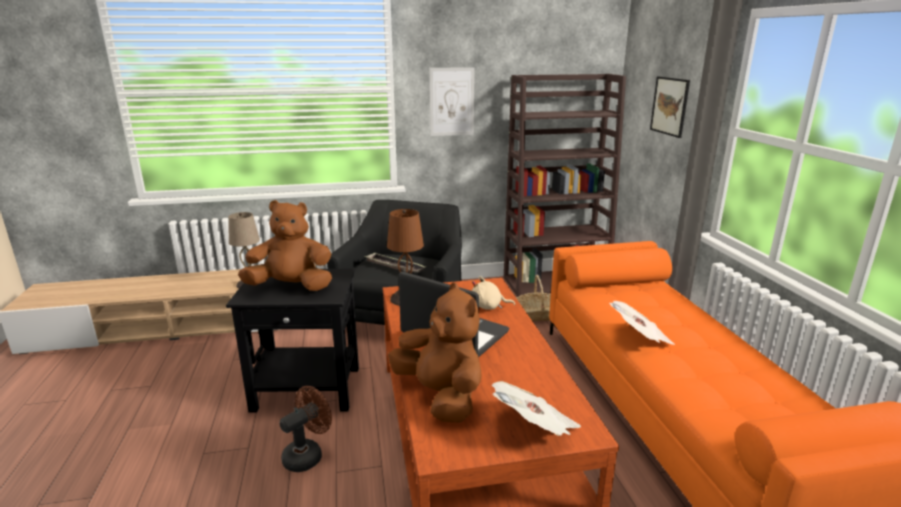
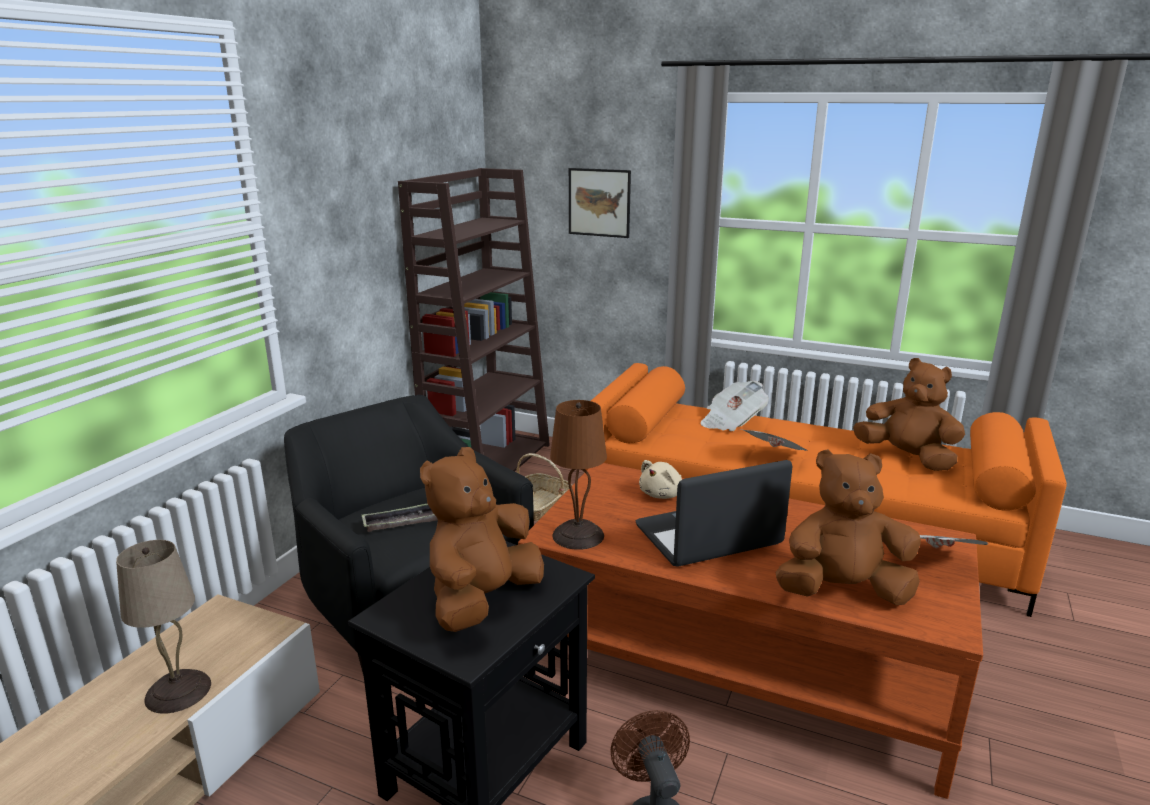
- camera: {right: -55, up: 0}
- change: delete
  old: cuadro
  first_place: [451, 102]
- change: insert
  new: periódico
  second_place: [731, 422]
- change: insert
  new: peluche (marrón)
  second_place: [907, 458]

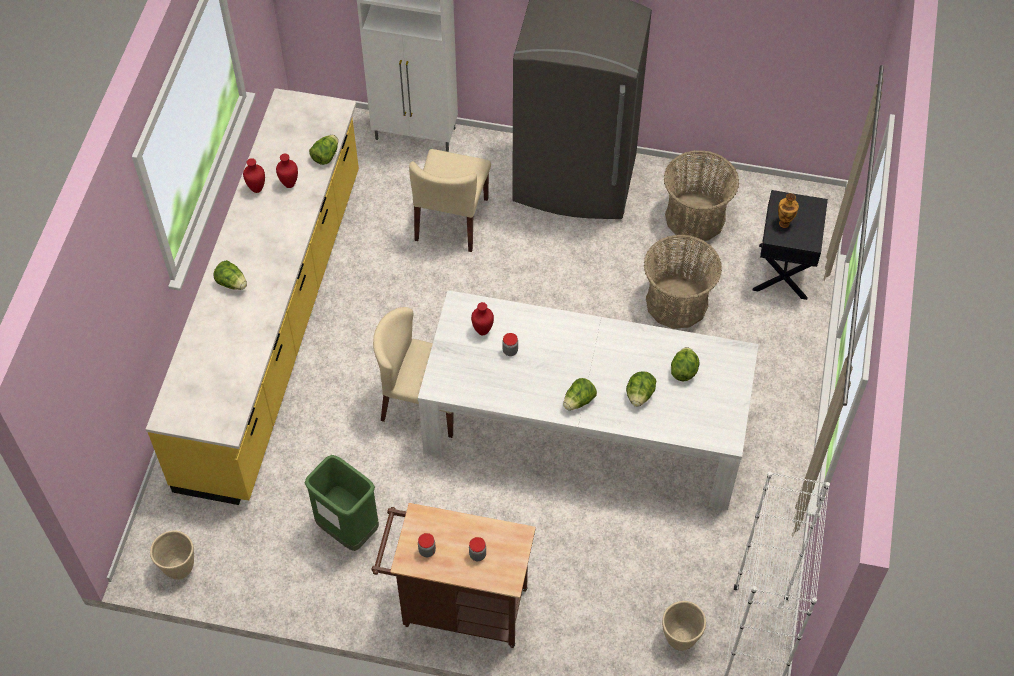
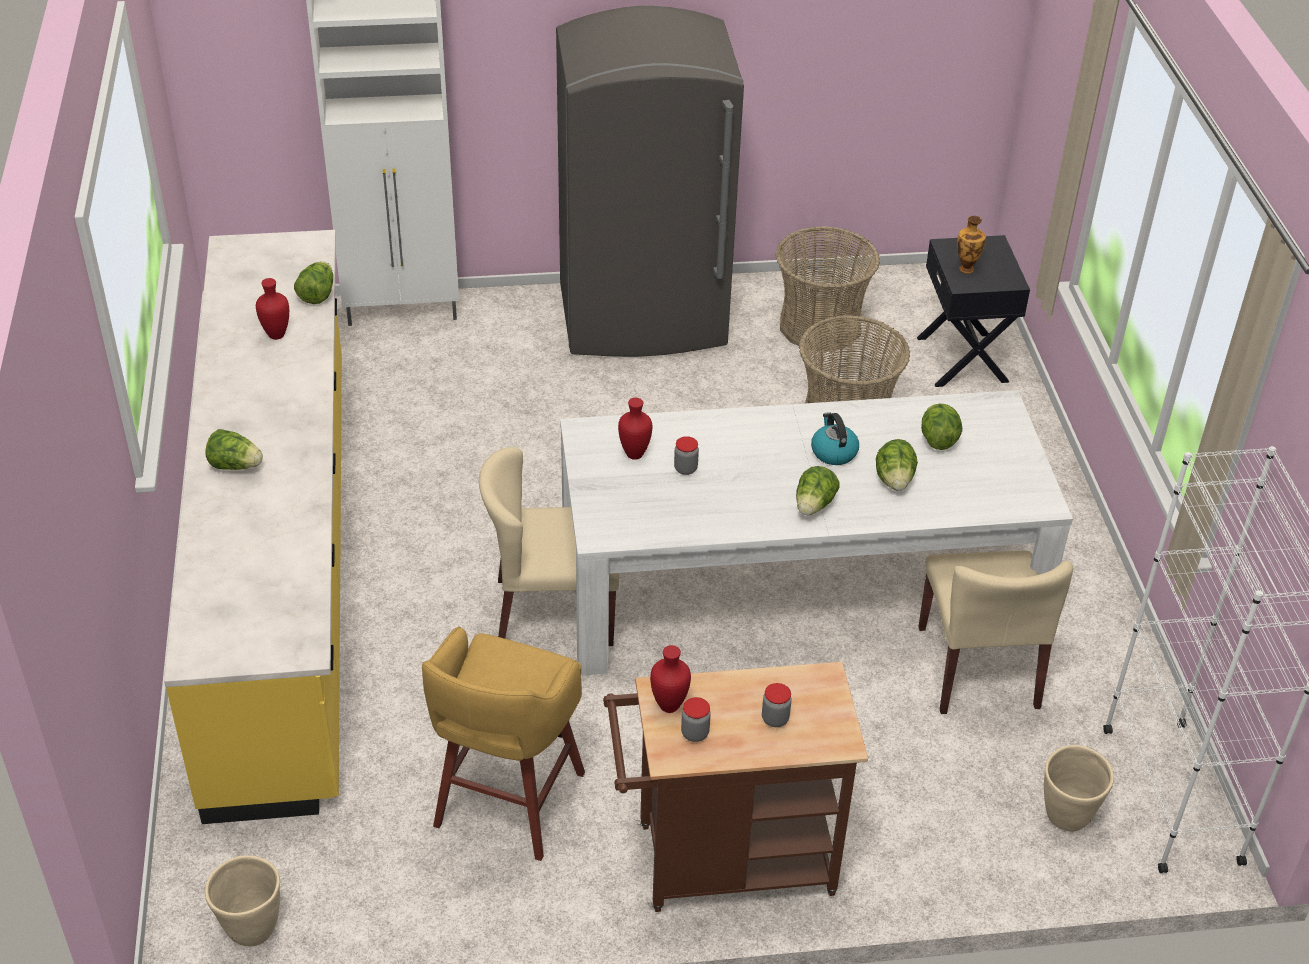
- camera: {right: -20, up: -15}
- change: move
  old: florero (rojo)
  first_place: [256, 189]
  second_place: [667, 706]
- change: replace
  old: papelera (verde)
  new: taburete (amarillo)
  first_place: [347, 529]
  second_place: [507, 803]
- change: move
  old: silla (beis)
  first_place: [451, 220]
  second_place: [978, 668]
- change: insert
  new: hervidor
  second_place: [833, 452]

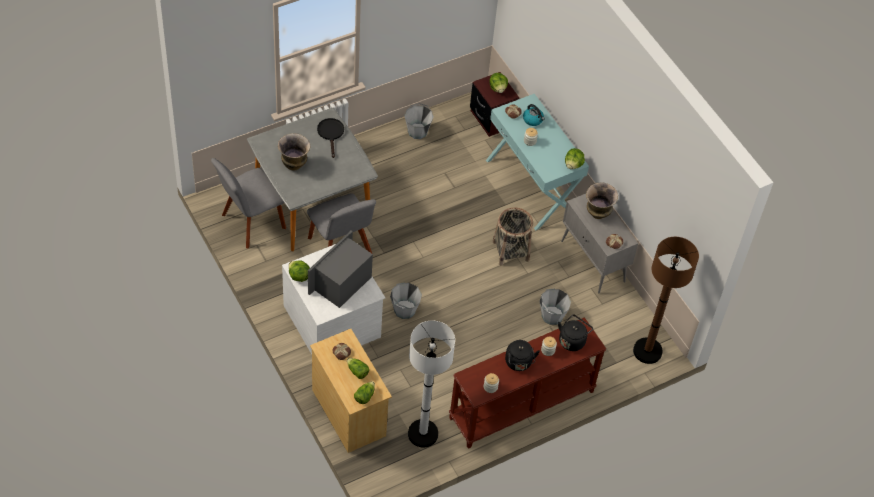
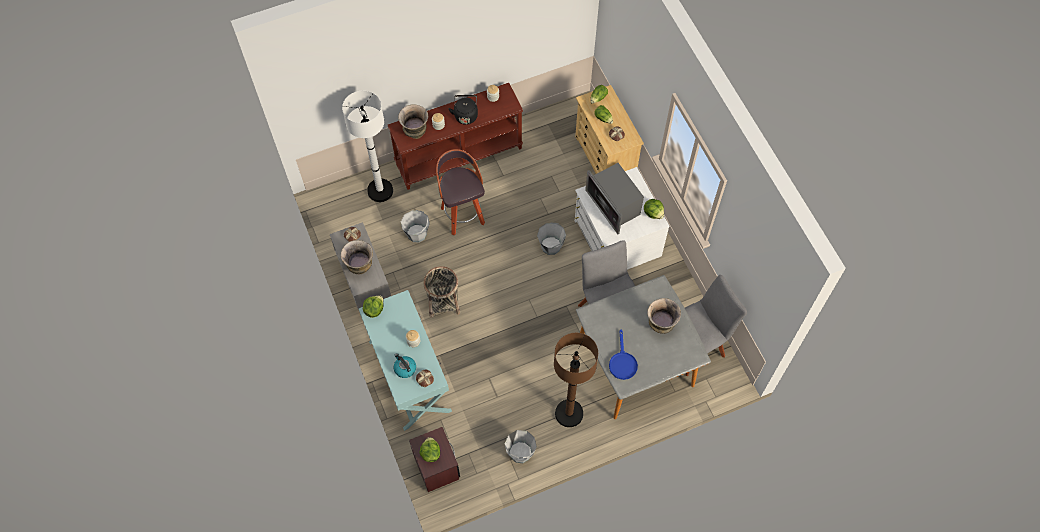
- camera: {right: -170, up: 10}
- change: rotate
  old: microondas
  first_place: [342, 283]
  second_place: [614, 205]
  degrees: 105
- change: recolor
  old: sartén (negro)
  new: sartén (azul)
  first_place: [331, 134]
  second_place: [622, 362]
- change: move
  old: lámpara de pie (blanco)
  first_place: [423, 434]
  second_place: [380, 191]
- change: replace
  old: hervidor (negro)
  new: florero
  first_place: [572, 340]
  second_place: [415, 132]
- change: move
  old: lámpara de pie (marrón)
  first_place: [647, 351]
  second_place: [569, 413]
- change: insert
  new: taburete
  second_place: [462, 215]

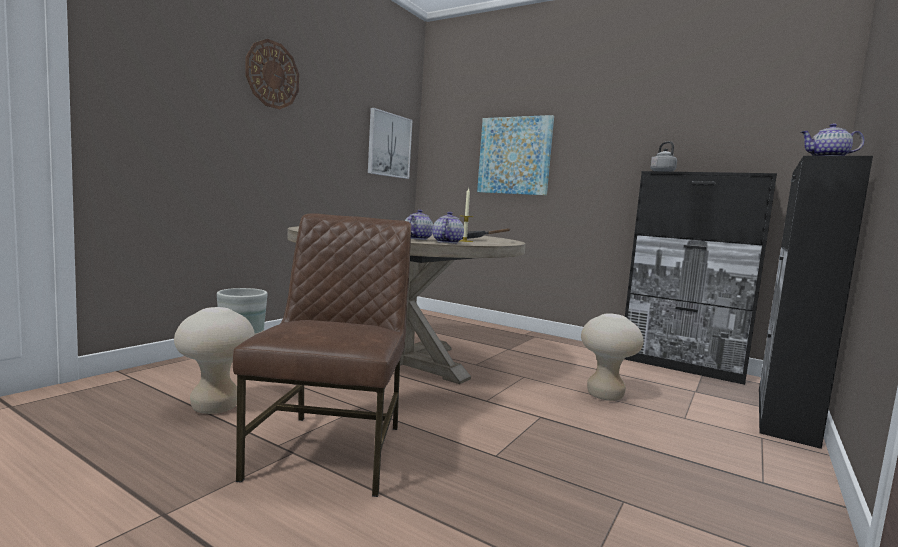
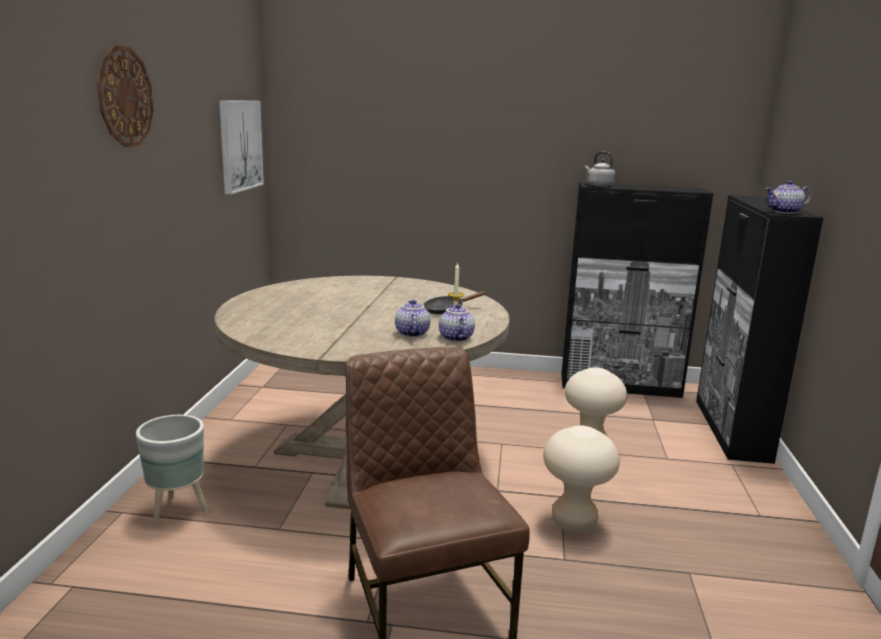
- camera: {right: -25, up: 10}
- change: move
  old: taburete (beis)
  first_place: [215, 407]
  second_place: [574, 523]
- change: delete
  old: cuadro
  first_place: [514, 156]

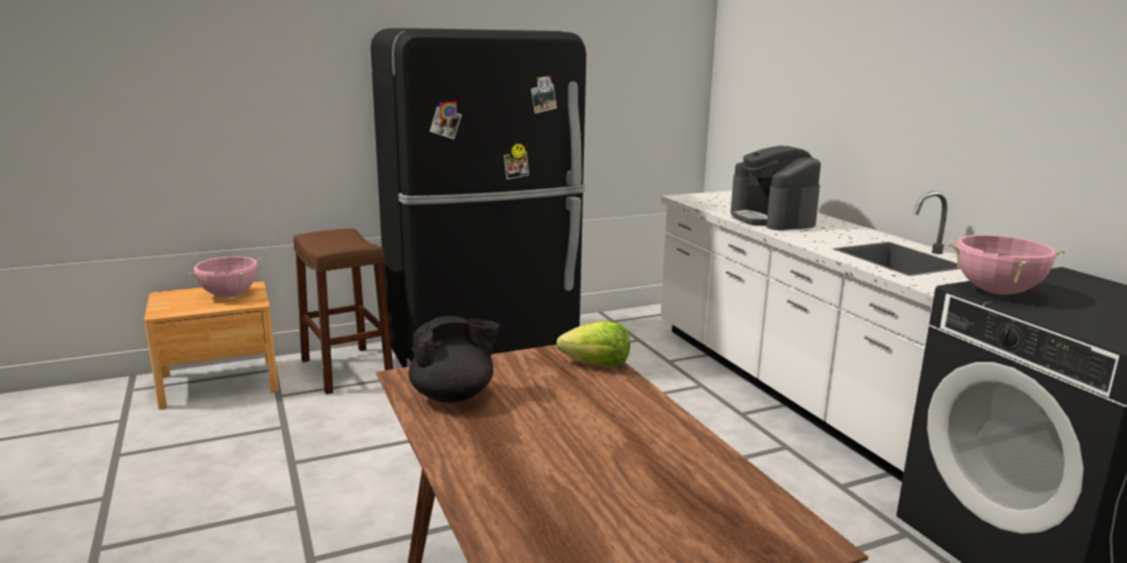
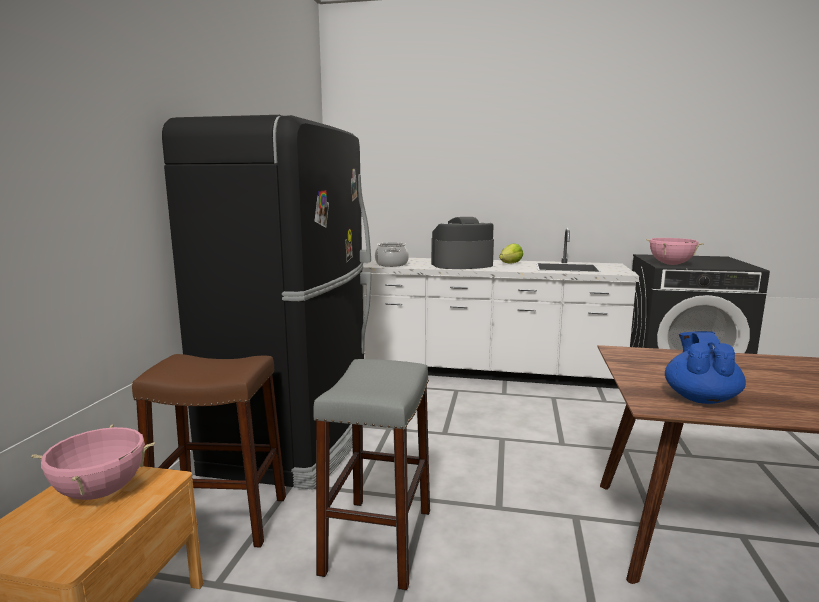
- camera: {right: -55, up: -5}
- change: recolor
  old: tetera (negro)
  new: tetera (azul)
  first_place: [454, 396]
  second_place: [700, 398]
- change: move
  old: lechuga
  first_place: [597, 364]
  second_place: [510, 263]
- change: rotate
  old: cafetera
  first_place: [772, 219]
  second_place: [461, 265]
  degrees: 150
- change: insert
  new: taburete (gris)
  second_place: [378, 541]
- change: insert
  new: olla
  second_place: [391, 264]

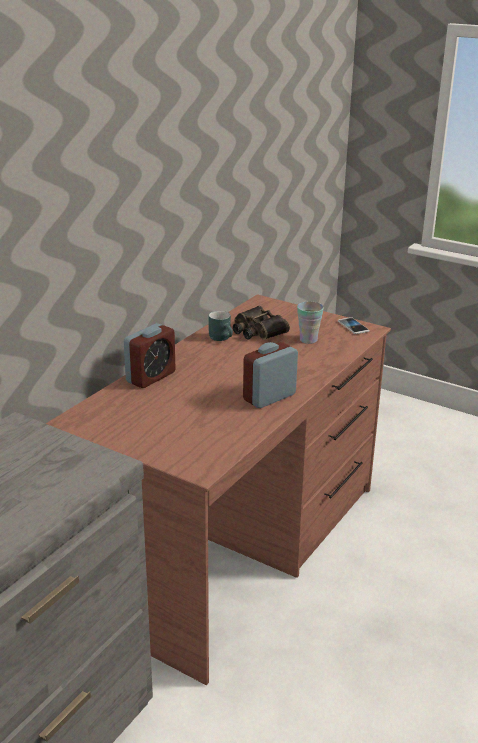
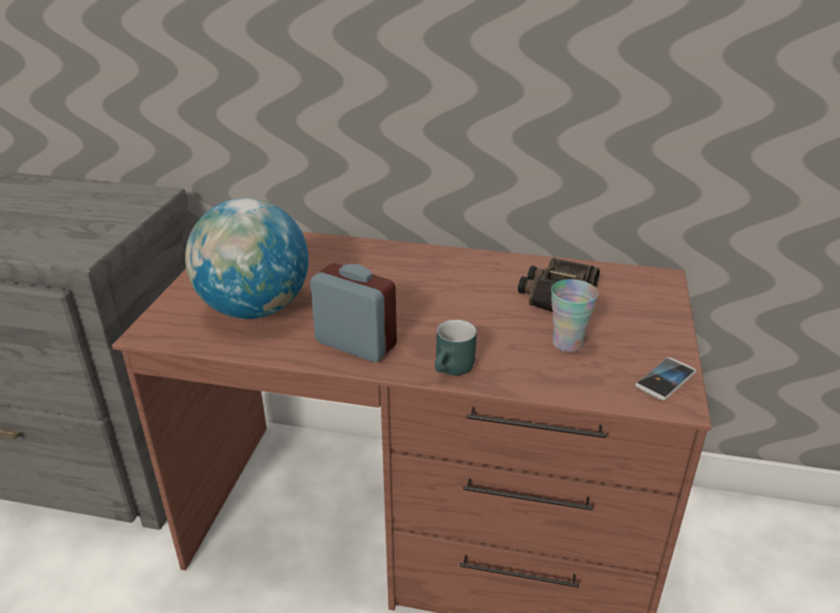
- camera: {right: 70, up: 5}
- change: delete
  old: despertador
  first_place: [151, 377]
- change: move
  old: taza grande (turquesa)
  first_place: [222, 338]
  second_place: [454, 370]
- change: insert
  new: globo terráqueo
  second_place: [255, 309]

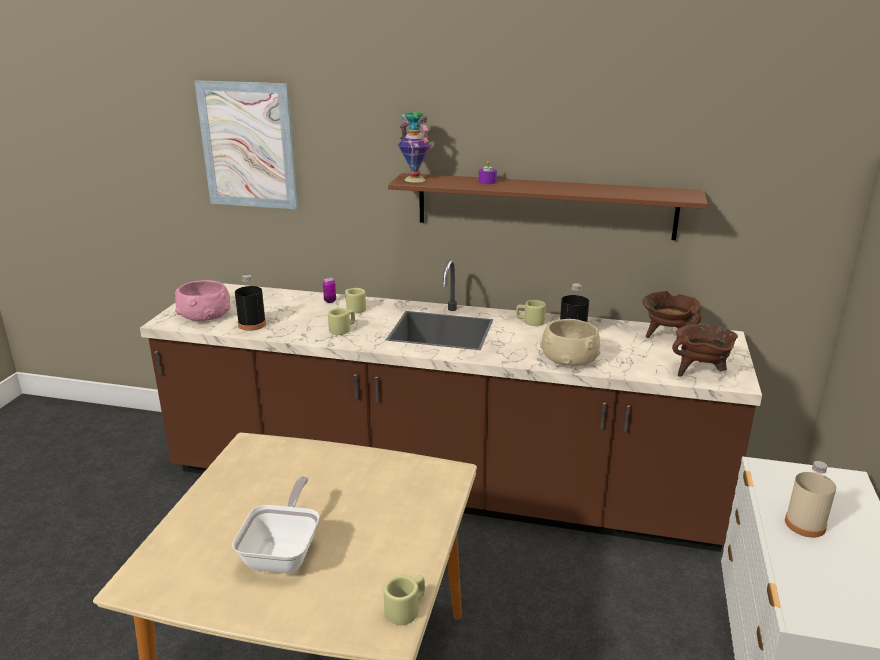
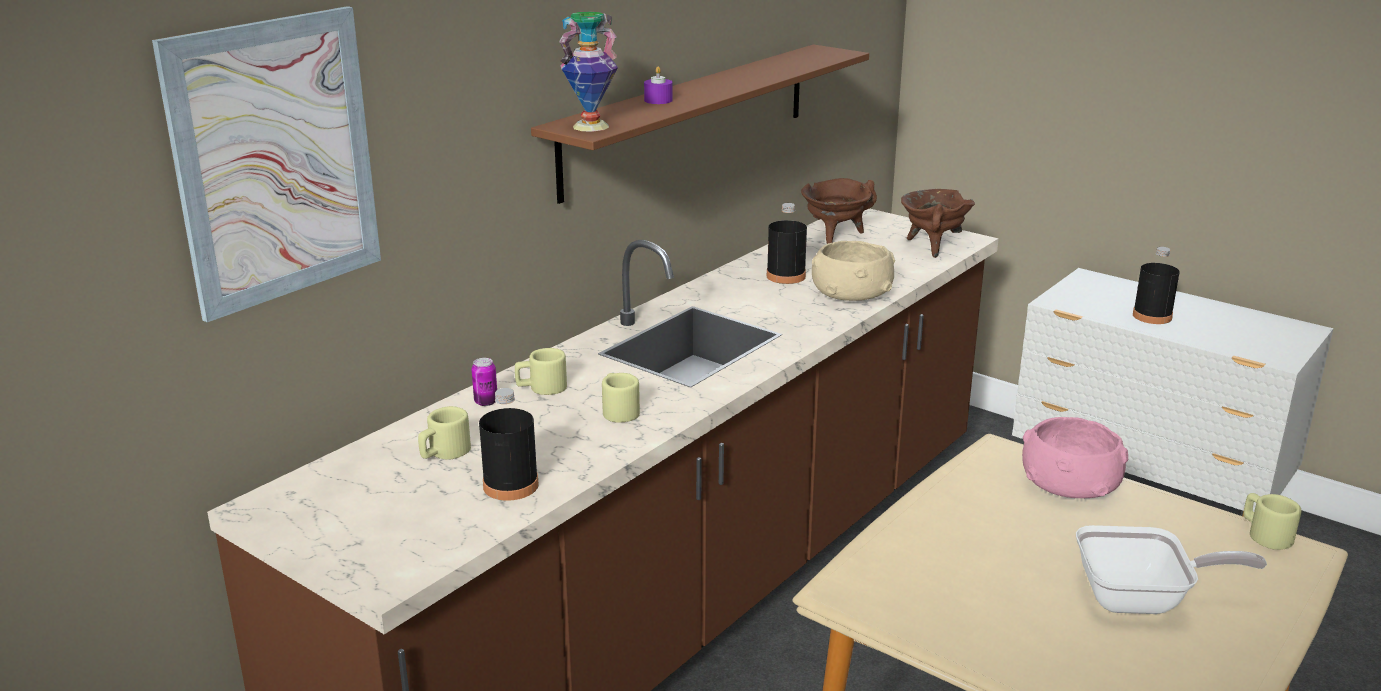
- camera: {right: -65, up: 0}
- change: move
  old: cuenco (rosa)
  first_place: [204, 315]
  second_place: [1068, 484]
- change: rotate
  old: sartén
  first_place: [284, 552]
  second_place: [1142, 599]
  degrees: 150
- change: move
  old: taza grande (beis)
  first_place: [530, 321]
  second_place: [444, 453]
- change: recolor
  old: botella (beis)
  new: botella (negro)
  first_place: [805, 524]
  second_place: [1152, 316]

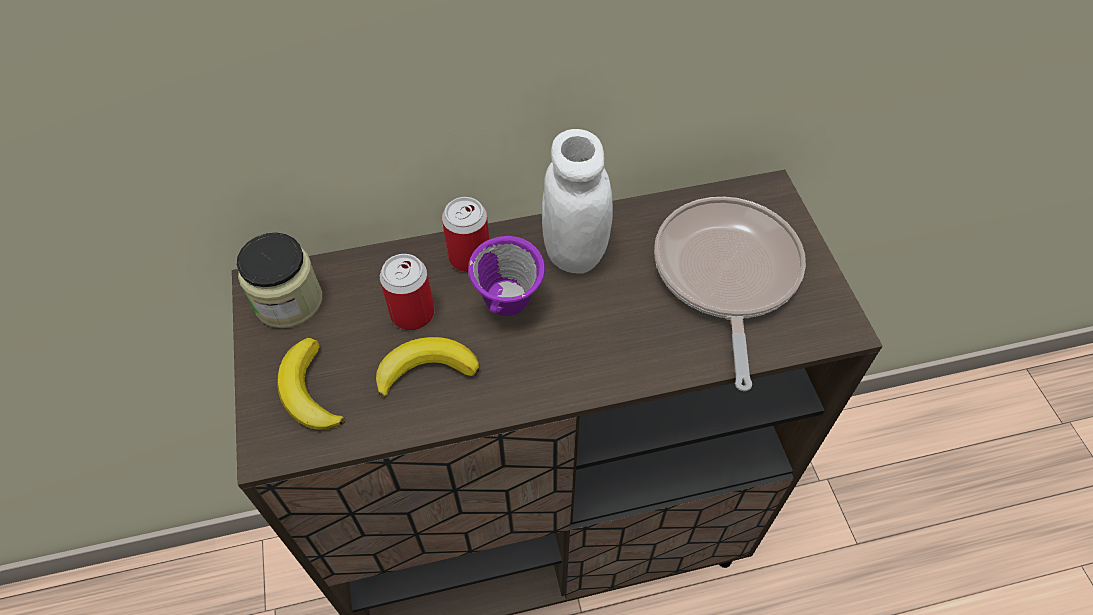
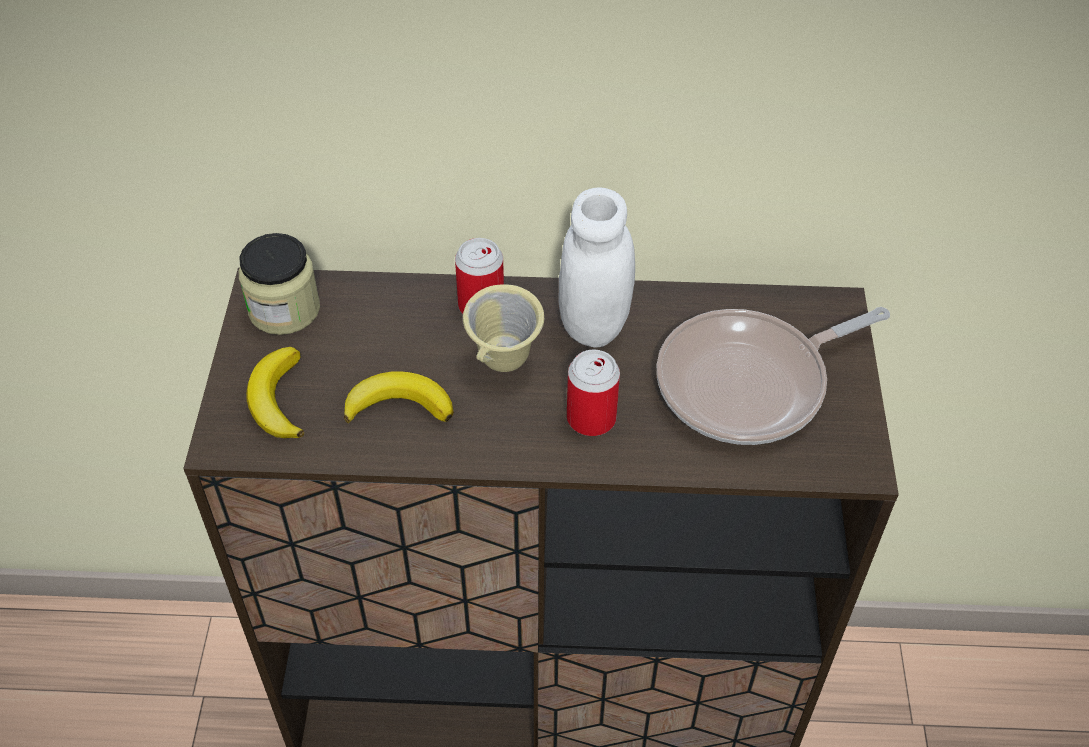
- camera: {right: 15, up: -5}
- change: move
  old: lata
  first_place: [412, 313]
  second_place: [591, 418]
- change: recolor
  old: taza grande (morado)
  new: taza grande (beis)
  first_place: [509, 308]
  second_place: [505, 365]
- change: rotate
  old: sartén
  first_place: [725, 275]
  second_place: [750, 383]
  degrees: -135

